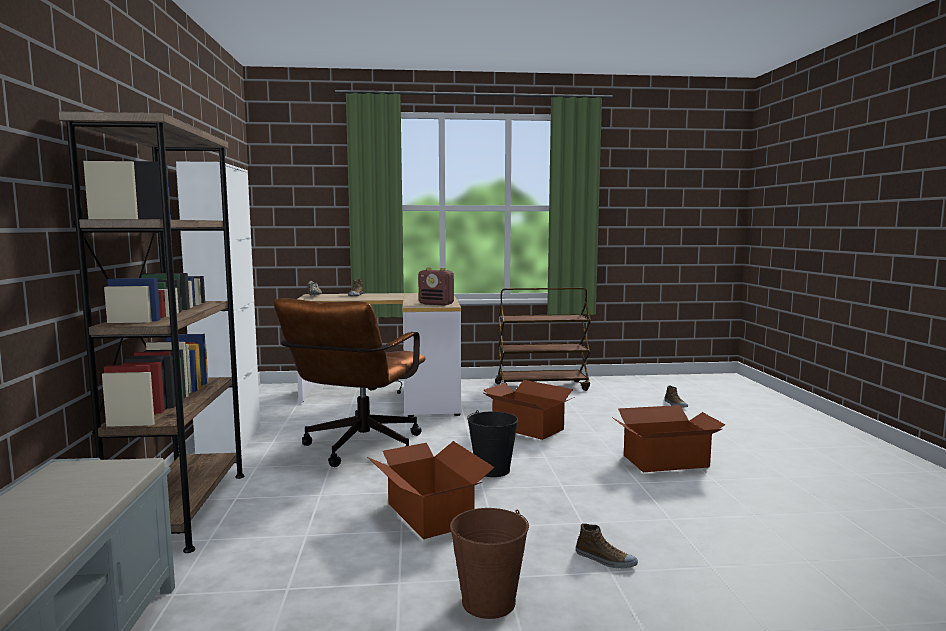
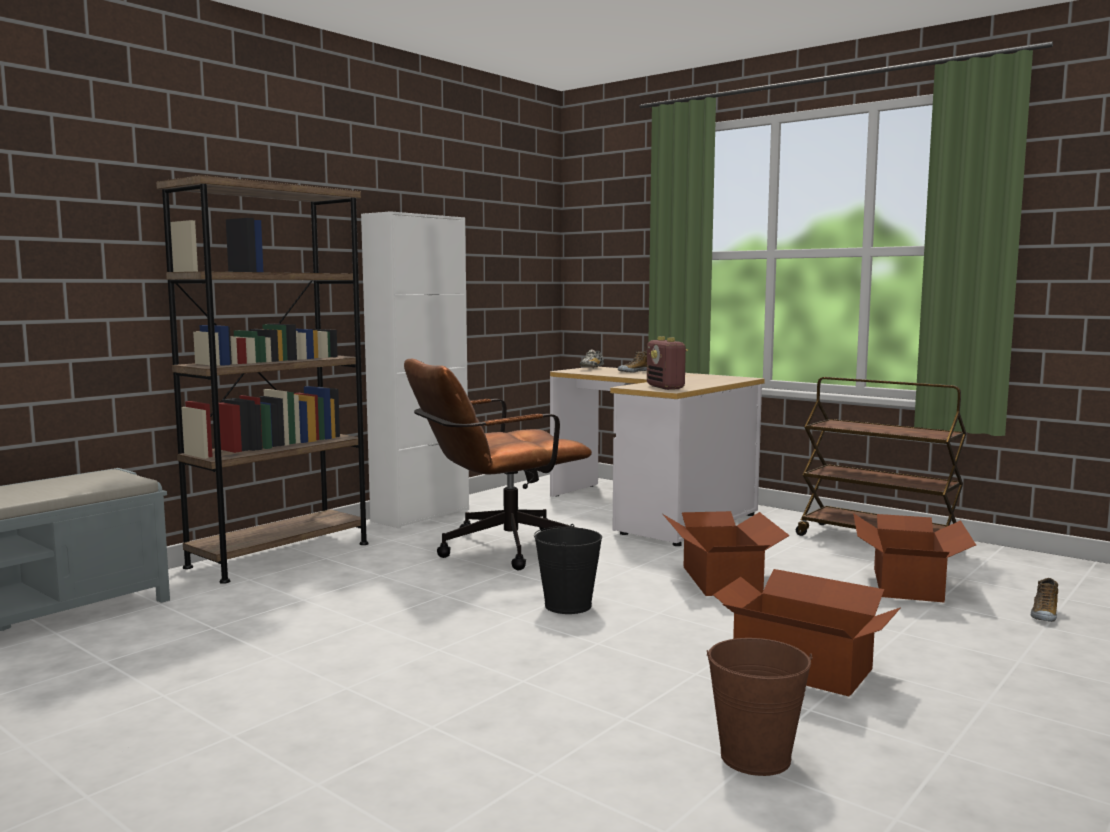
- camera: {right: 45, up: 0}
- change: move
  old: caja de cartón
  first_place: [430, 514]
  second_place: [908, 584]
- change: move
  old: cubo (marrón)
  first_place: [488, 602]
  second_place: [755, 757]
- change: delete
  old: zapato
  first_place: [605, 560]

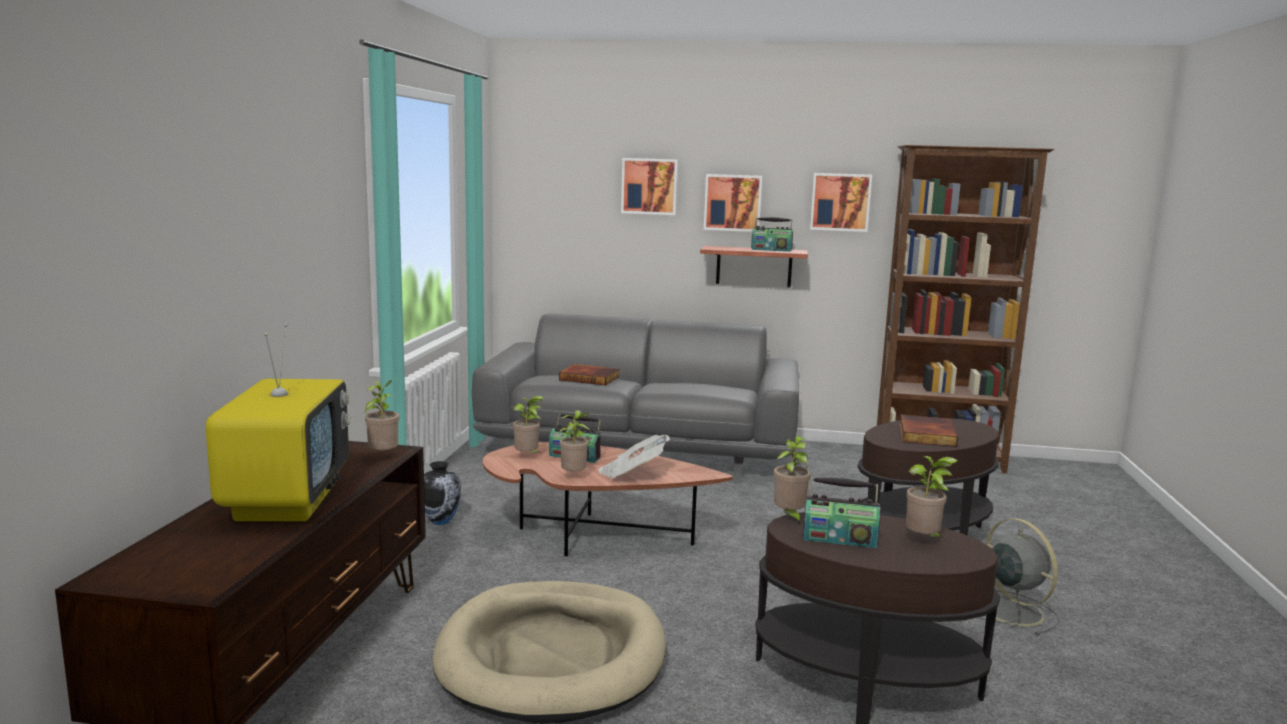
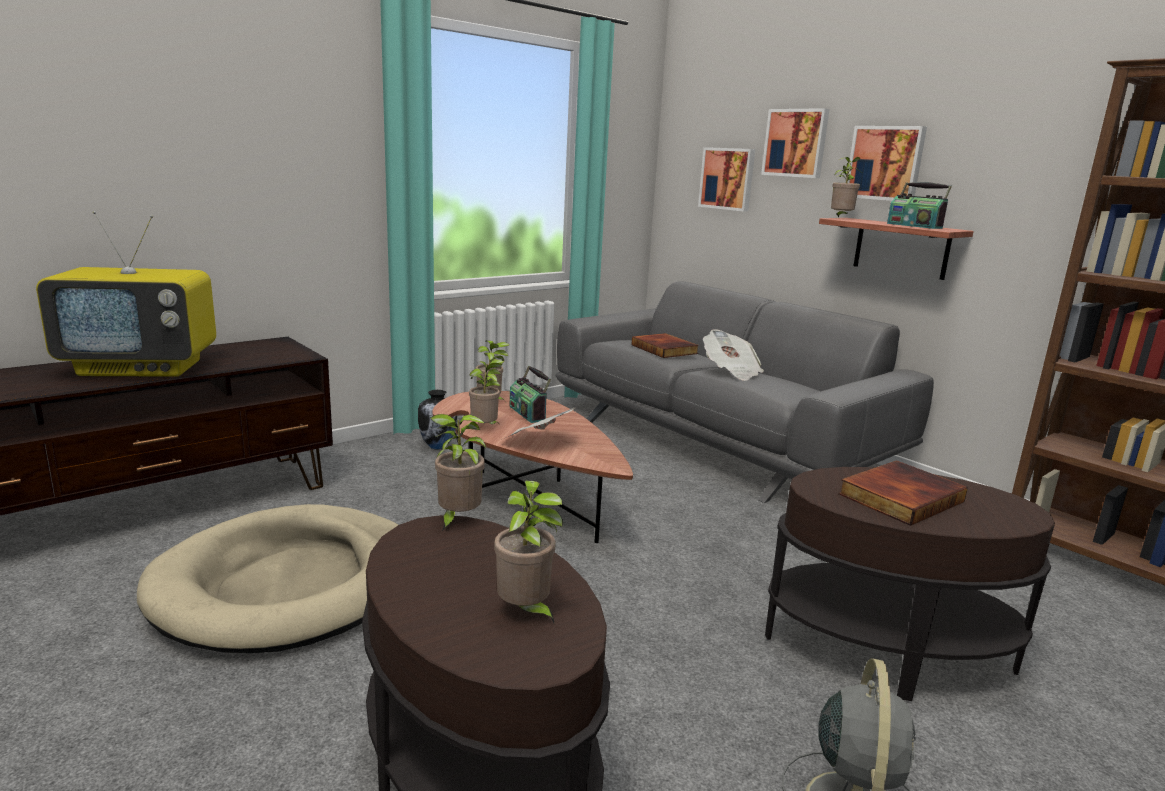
- camera: {right: 40, up: 5}
- change: rotate
  old: televisor
  first_place: [287, 500]
  second_place: [142, 368]
  degrees: 45
- change: move
  old: planta en maceta
  first_place: [383, 456]
  second_place: [841, 219]
- change: delete
  old: radio
  first_place: [839, 538]
- change: move
  old: cuadro
  first_place: [840, 202]
  second_place: [728, 179]
- change: insert
  new: periódico
  second_place: [731, 371]

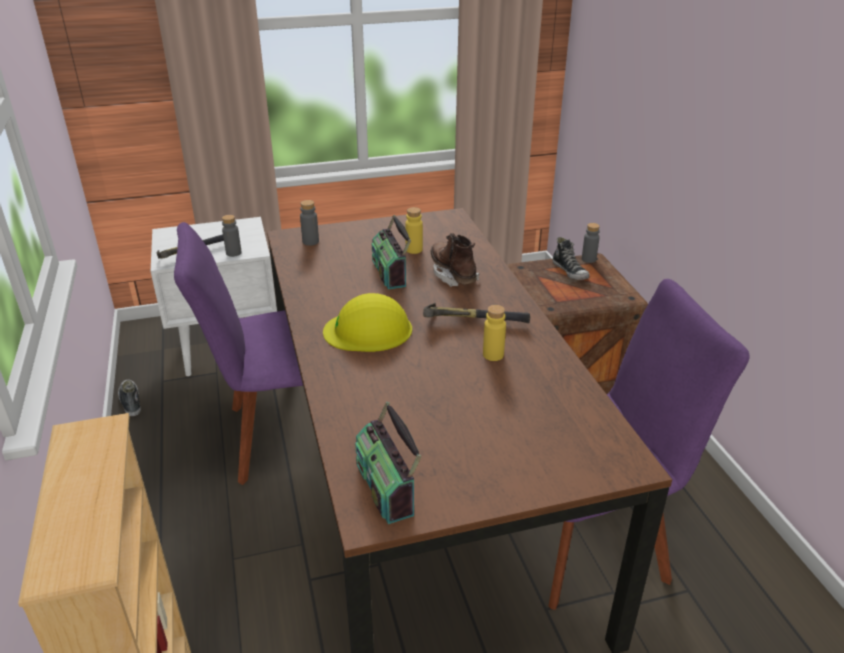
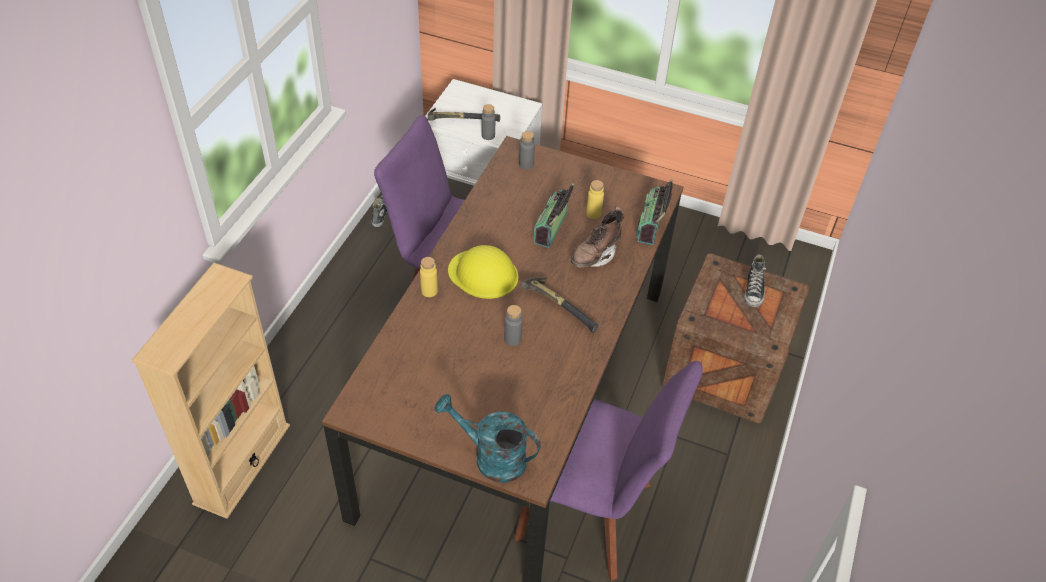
- camera: {right: 35, up: 15}
- change: move
  old: radio
  first_place: [387, 487]
  second_place: [651, 225]
- change: rotate
  old: bota (marrón)
  first_place: [453, 275]
  second_place: [595, 255]
  degrees: -150
- change: move
  old: botella (amarillo)
  first_place: [493, 355]
  second_place: [429, 291]
- change: move
  old: botella (gris)
  first_place: [588, 259]
  second_place: [512, 339]
- change: insert
  new: regadera (turquesa)
  second_place: [491, 457]

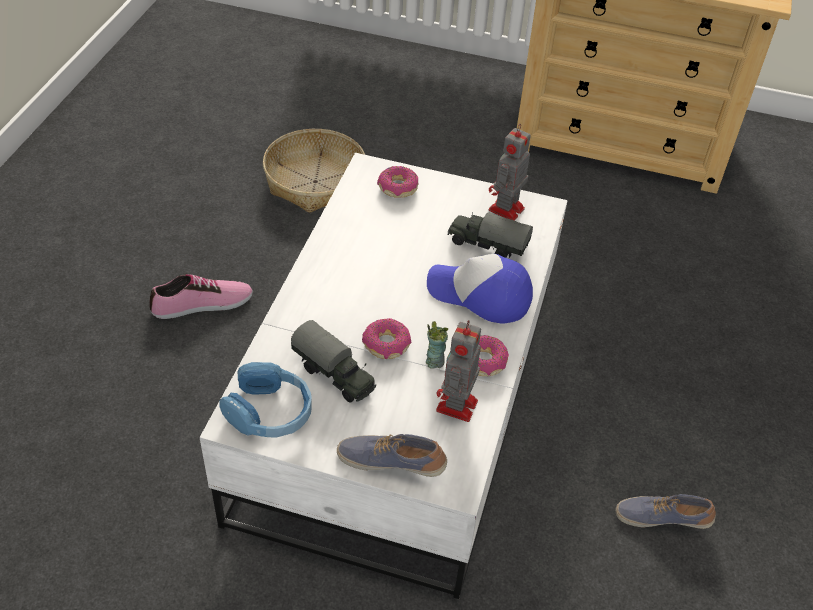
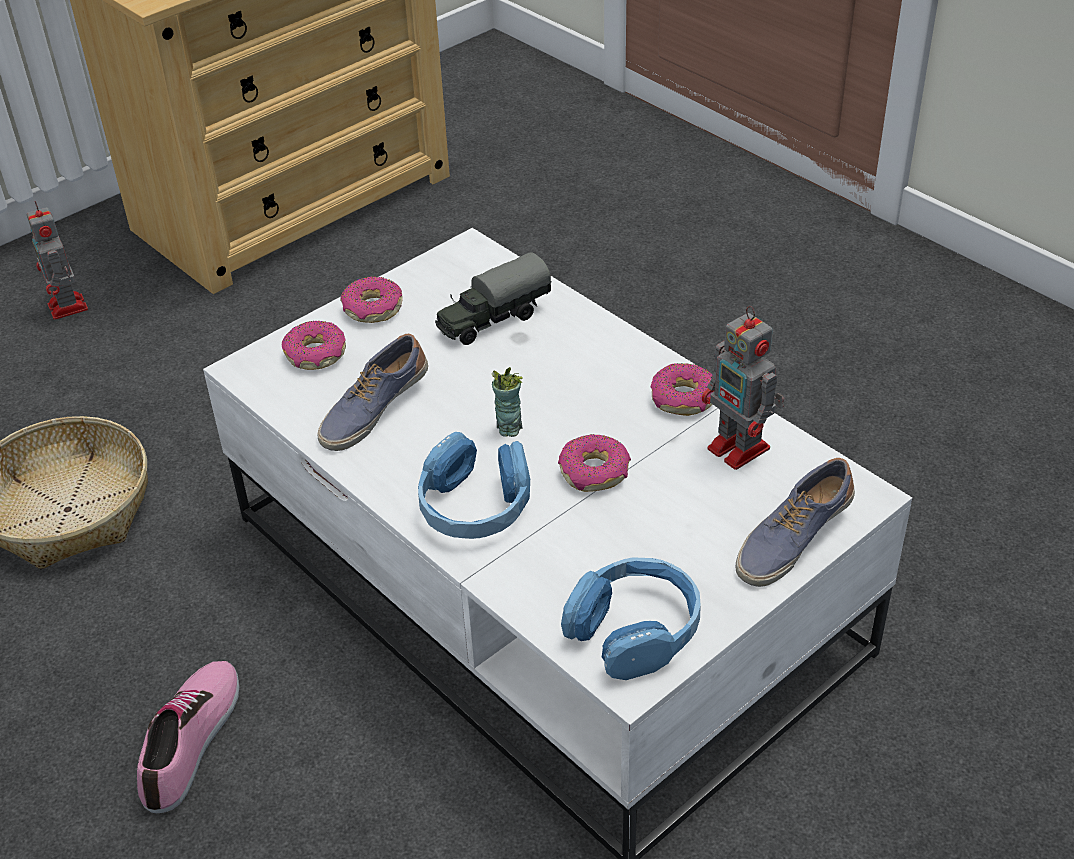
- camera: {right: -55, up: -5}
- change: delete
  old: camión de juguete
  first_place: [335, 375]
- change: move
  old: taza
  first_place: [434, 361]
  second_place: [508, 428]
- change: delete
  old: gorra
  first_place: [480, 295]
- change: move
  old: robot de juguete
  first_place: [505, 210]
  second_place: [68, 308]
- change: move
  old: zapato
  first_place: [662, 518]
  second_place: [373, 410]
- change: insert
  new: rosquilla
  second_place: [372, 309]
- change: insert
  new: auriculares (azul)
  second_place: [475, 506]

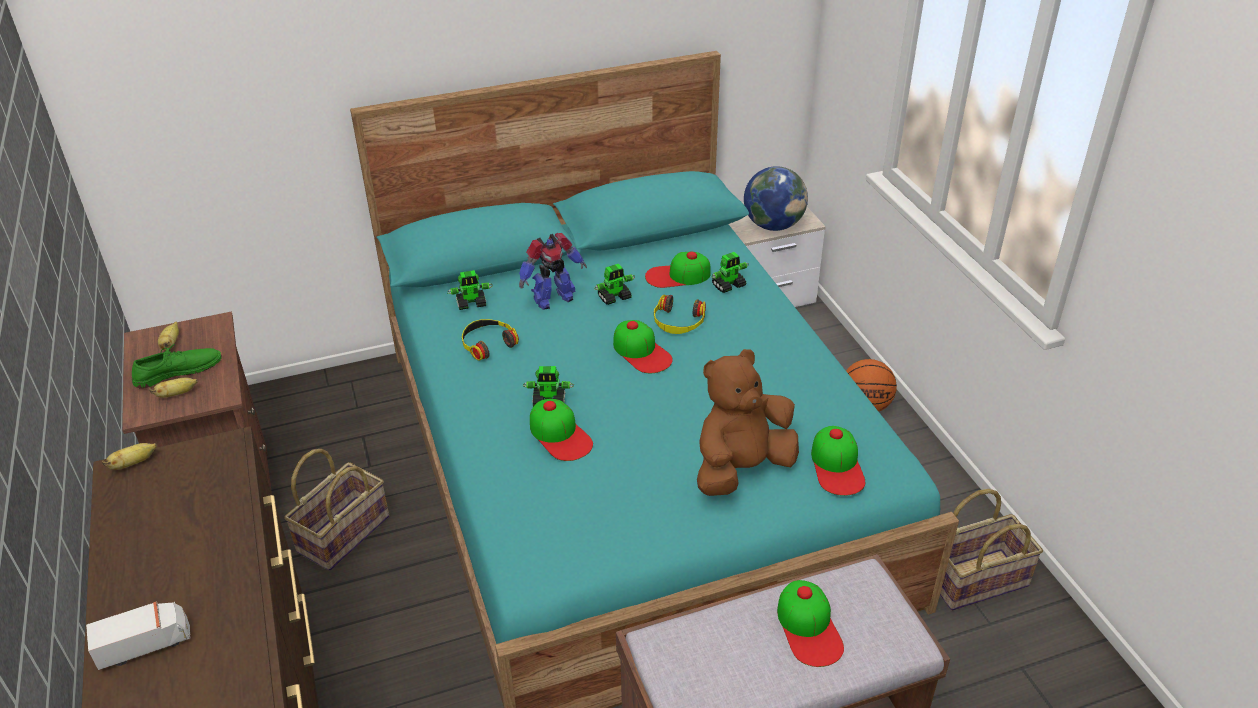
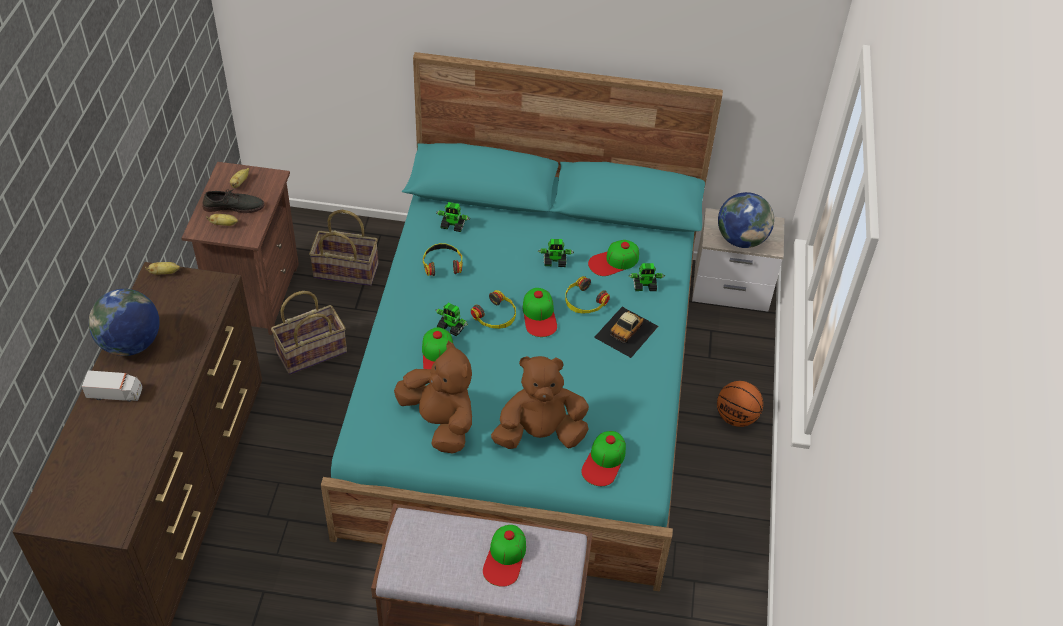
- camera: {right: 25, up: 10}
- change: recolor
  old: zapato (verde)
  new: zapato (gris)
  first_place: [178, 370]
  second_place: [233, 206]
- change: delete
  old: robot de juguete
  first_place: [552, 299]
- change: rotate
  old: gorra
  first_place: [677, 275]
  second_place: [614, 261]
  degrees: -45
- change: move
  old: cesta
  first_place: [976, 579]
  second_place: [346, 270]
- change: insert
  new: globo terráqueo
  second_place: [131, 344]
- change: insert
  new: peluche (marrón)
  second_place: [440, 422]
- change: insert
  new: auriculares
  second_place: [496, 316]
- change: insert
  new: coche de juguete
  second_place: [626, 331]

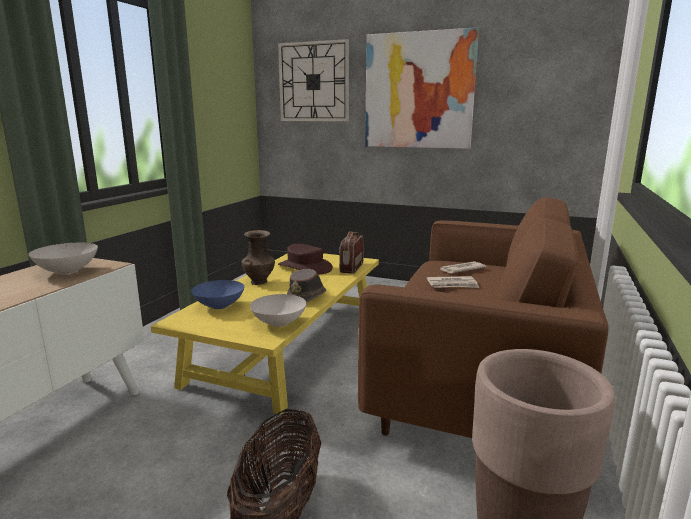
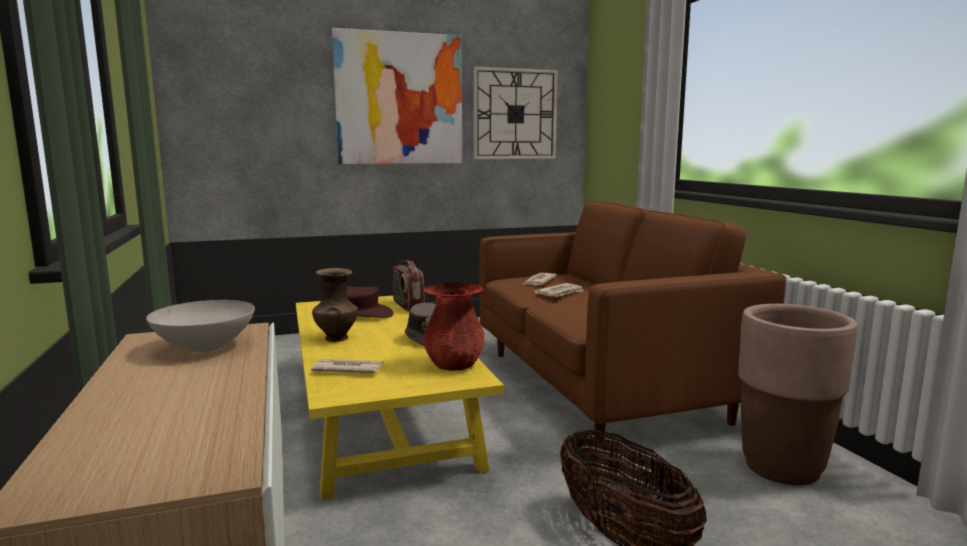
- camera: {right: -40, up: -5}
- change: replace
  old: cuenco (azul)
  new: periódico
  first_place: [218, 306]
  second_place: [347, 369]
- change: replace
  old: cuenco (blanco)
  new: florero (rojo)
  first_place: [278, 323]
  second_place: [454, 364]
- change: move
  old: reloj de pared
  first_place: [313, 82]
  second_place: [515, 114]

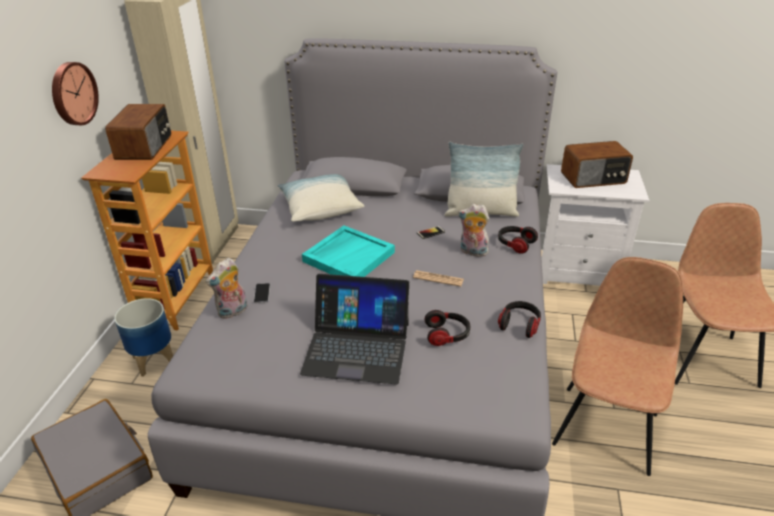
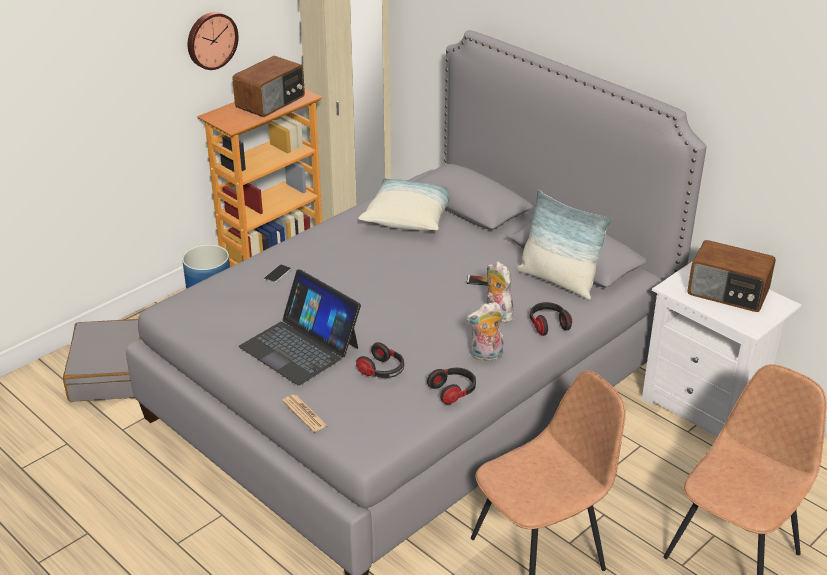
- camera: {right: 35, up: 0}
- change: move
  old: peluche
  first_place: [233, 312]
  second_place: [486, 356]
- change: delete
  old: bandeja (turquesa)
  first_place: [348, 256]
- change: move
  old: periódico
  first_place: [438, 279]
  second_place: [304, 413]

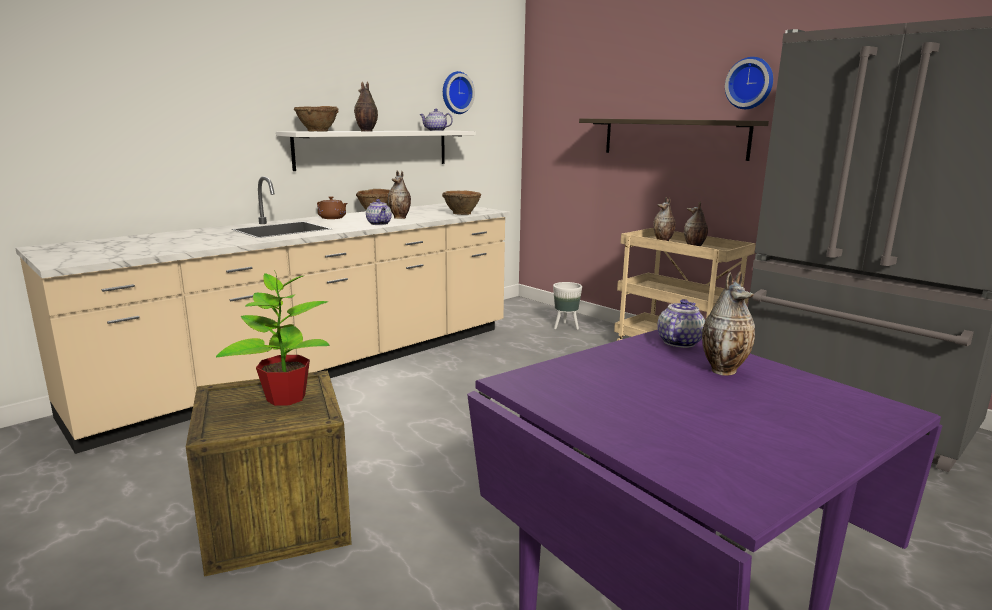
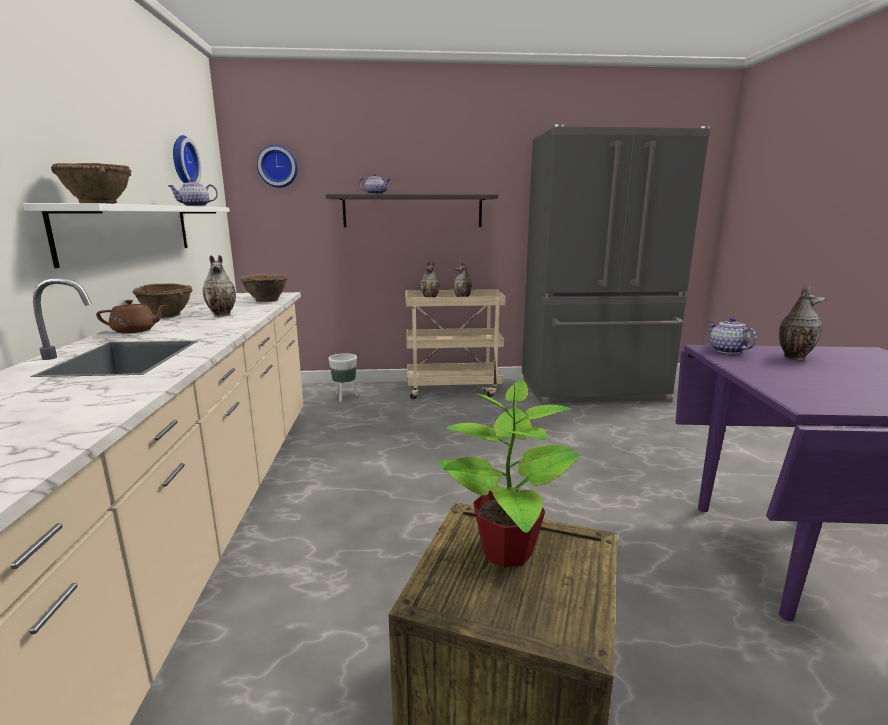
- camera: {right: -50, up: 0}
- change: delete
  old: florero
  first_place: [366, 131]
- change: move
  old: tetera
  first_place: [379, 224]
  second_place: [375, 194]
- change: move
  old: reloj de pared
  first_place: [750, 83]
  second_place: [278, 166]

